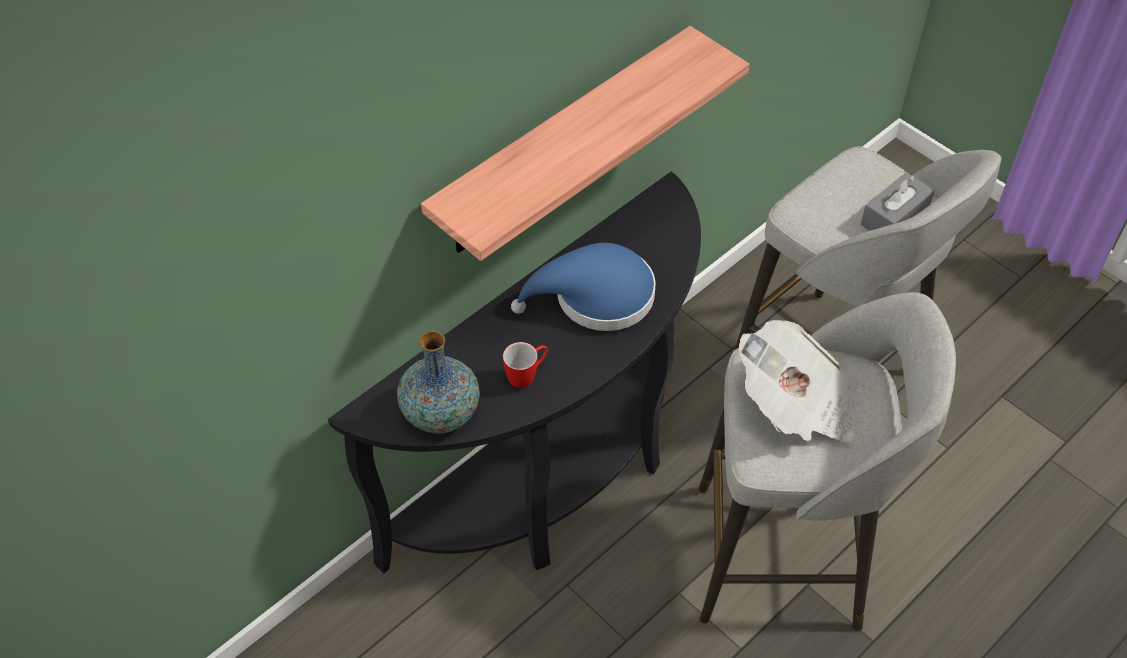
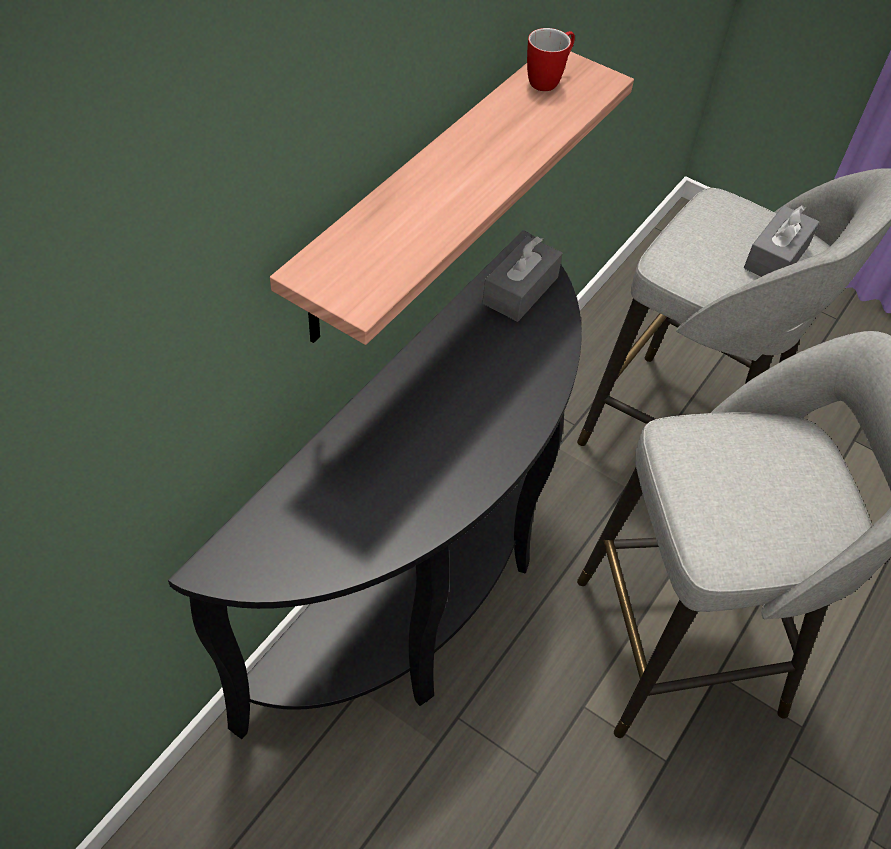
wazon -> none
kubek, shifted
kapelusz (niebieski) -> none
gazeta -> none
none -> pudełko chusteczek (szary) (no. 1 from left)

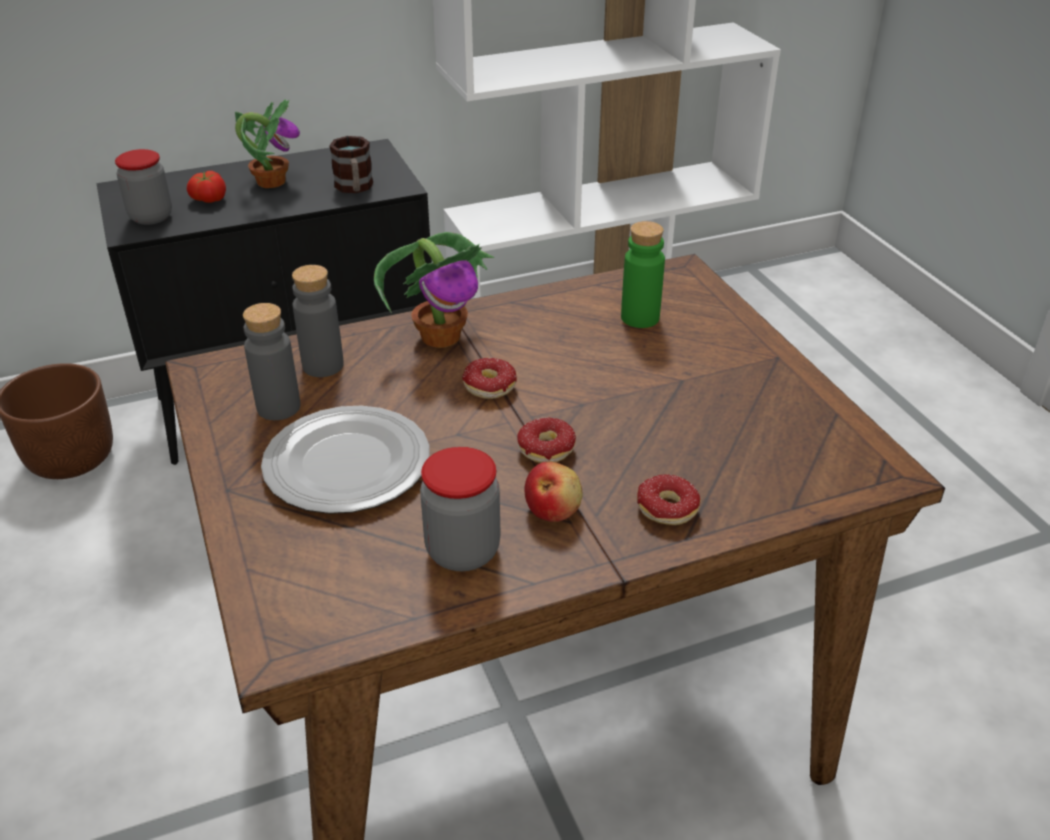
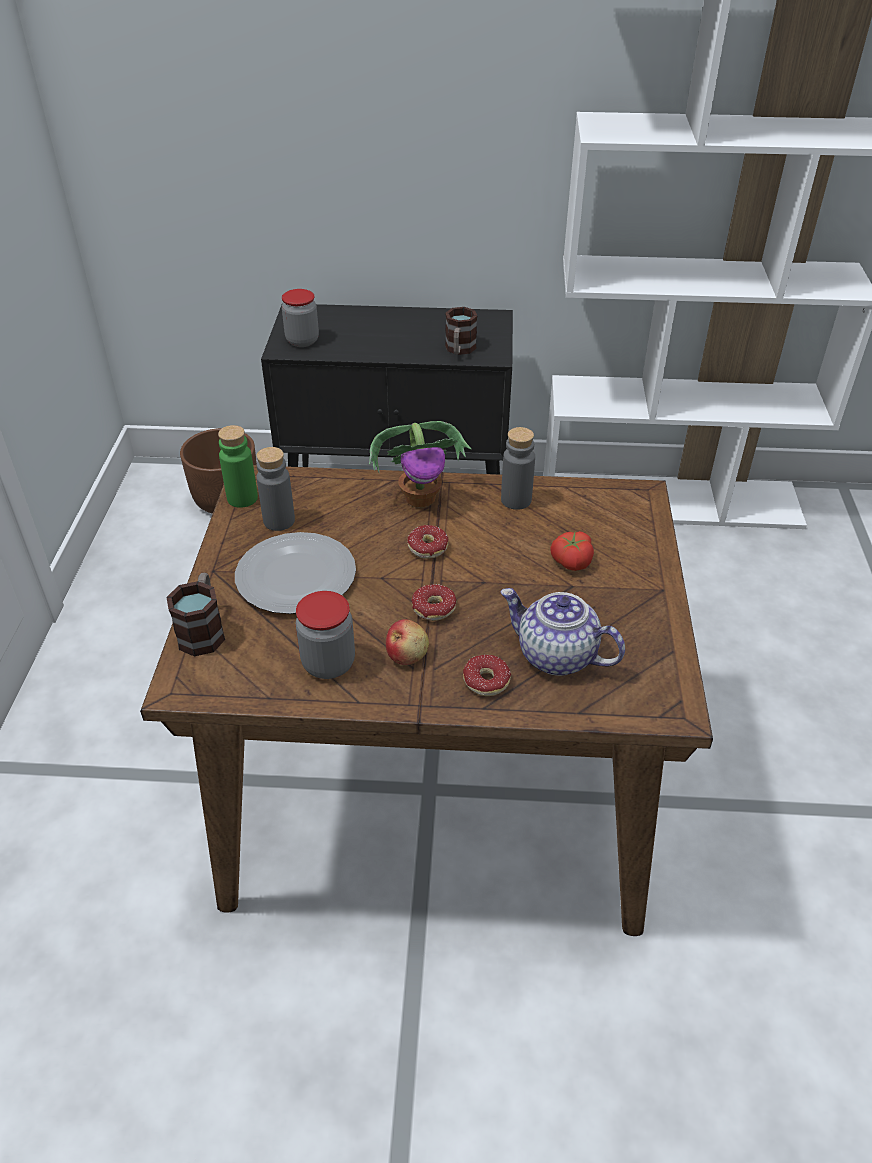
pomidor, shifted
roślina doniczkowa (no. 1 from left) -> none
butelka (szary) (no. 2 from left), shifted
butelka (zielony), shifted
none -> kubek (no. 1 from left)
none -> imbryk

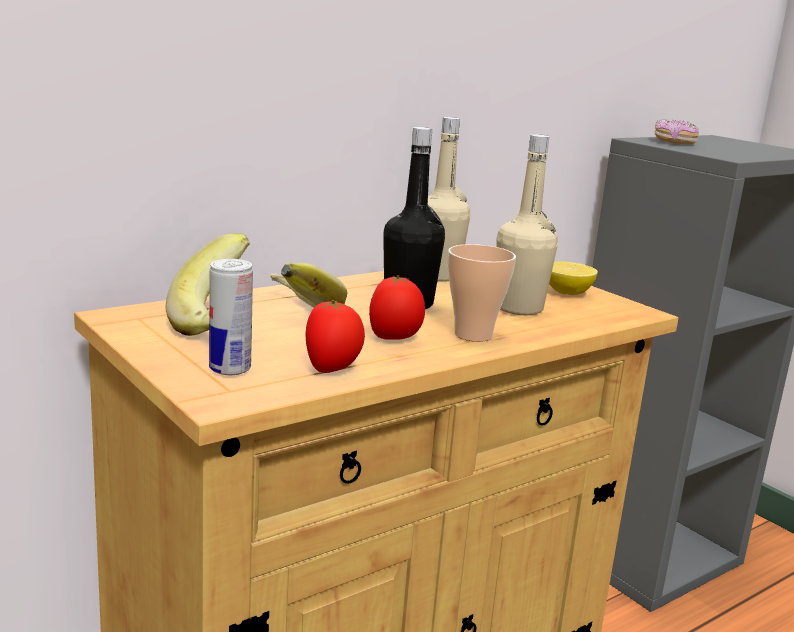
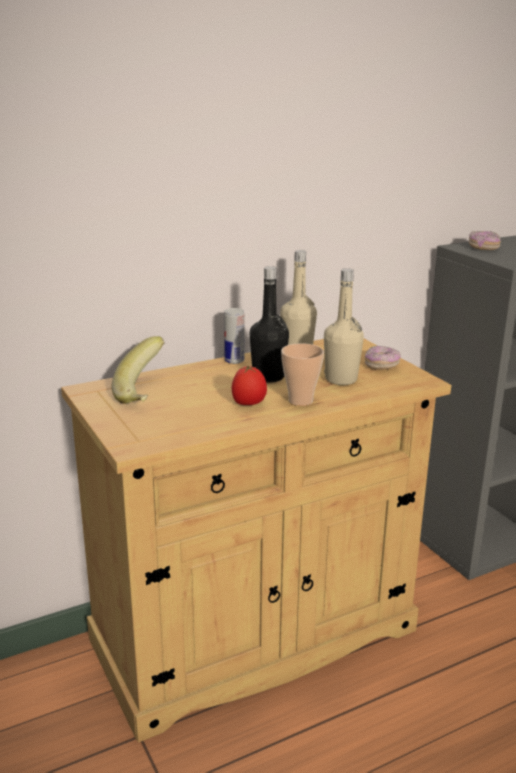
puszka, shifted
banan (no. 2 from left) -> none
pomidor (no. 1 from left) -> none
cytryna -> donut (no. 1 from left)

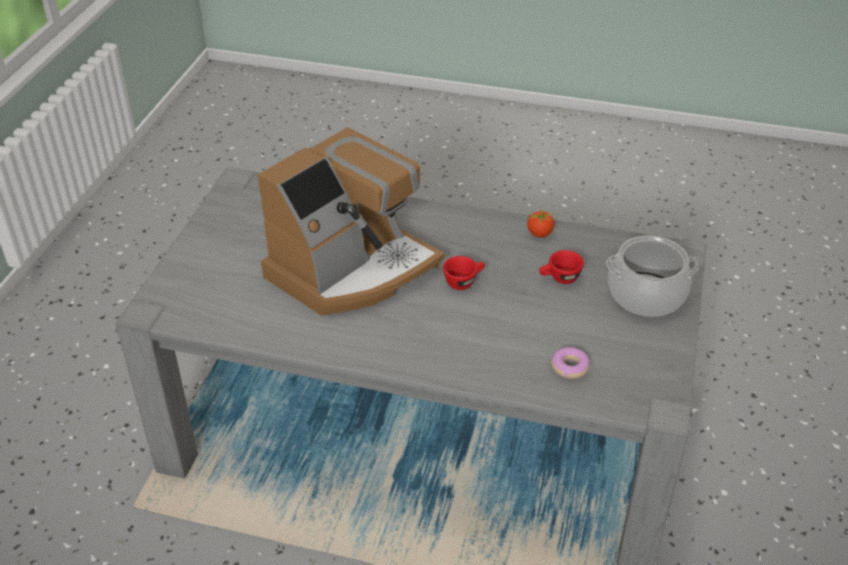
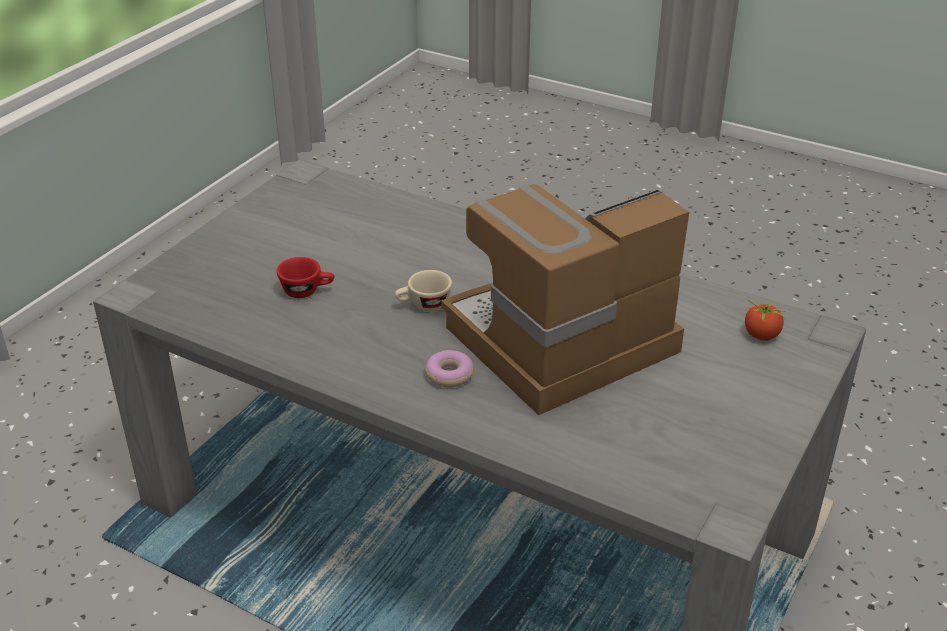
filiżanka (czerwony) (no. 1 from left) -> filiżanka (beżowy)
pomidor, shifted
donut, shifted
garnek -> none

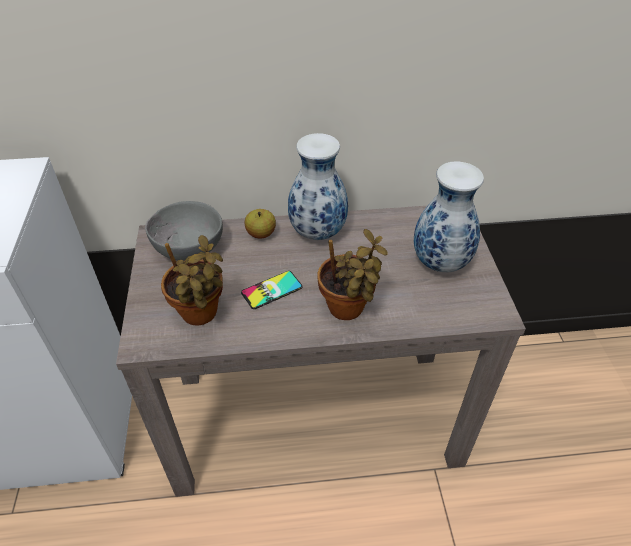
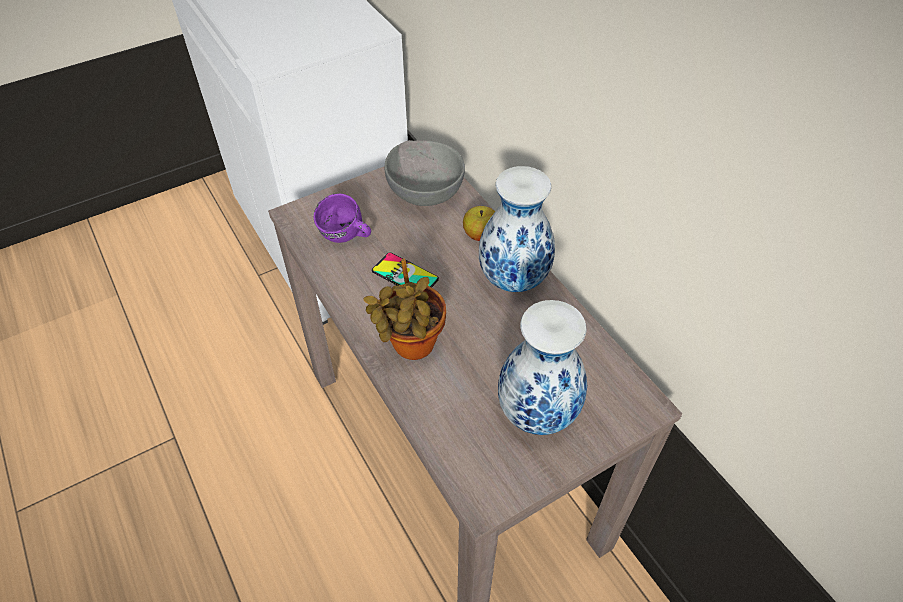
roślina doniczkowa (no. 1 from left) -> kubek (fioletowy)

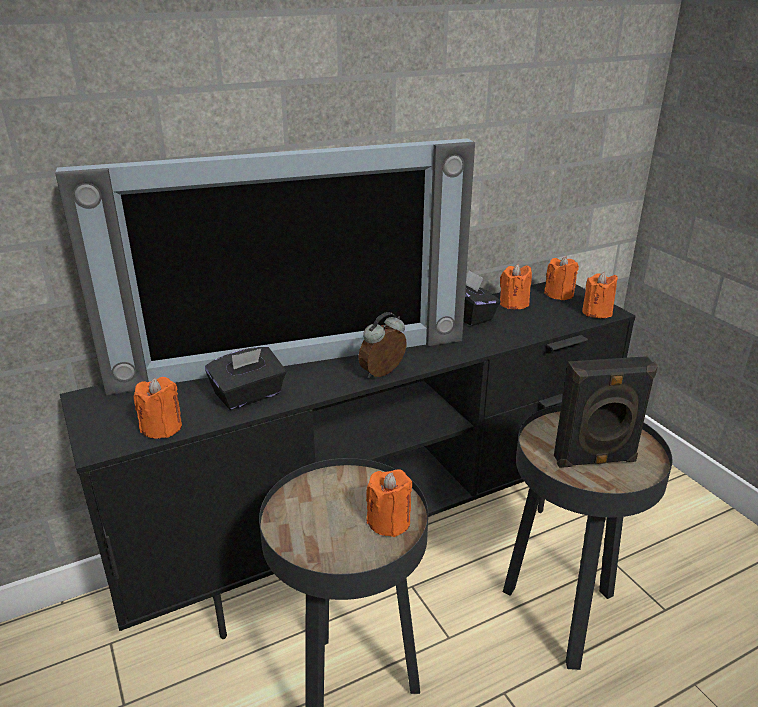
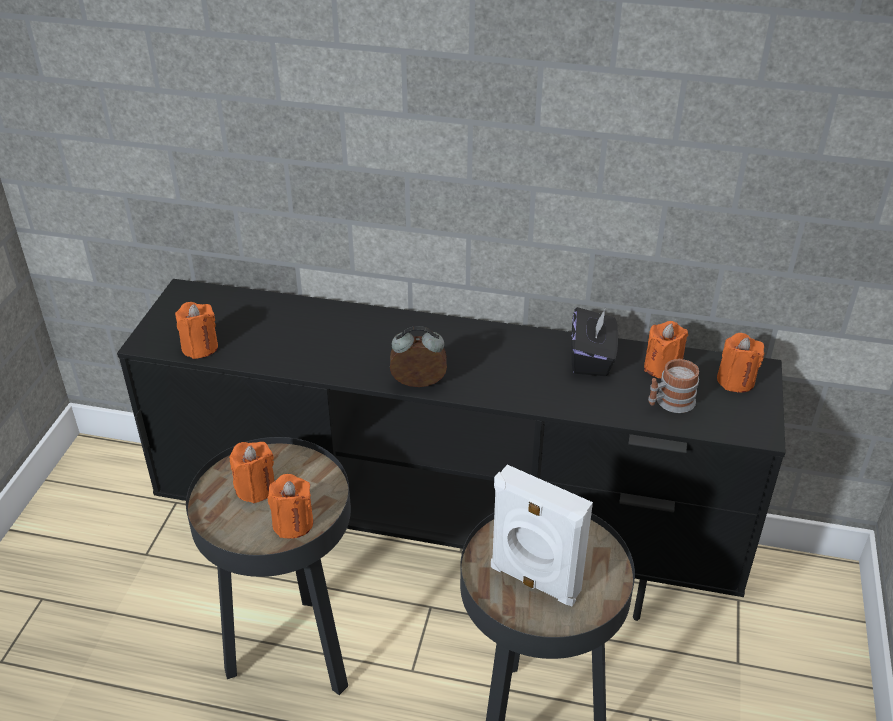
telewizor -> none
pudełko chusteczek (czarny) (no. 1 from left) -> none
głośnik (czarny) -> głośnik (biały)
świeca (pomarańczowy) (no. 5 from left in the first image) -> świeca (pomarańczowy) (no. 2 from left), shifted
none -> kubek

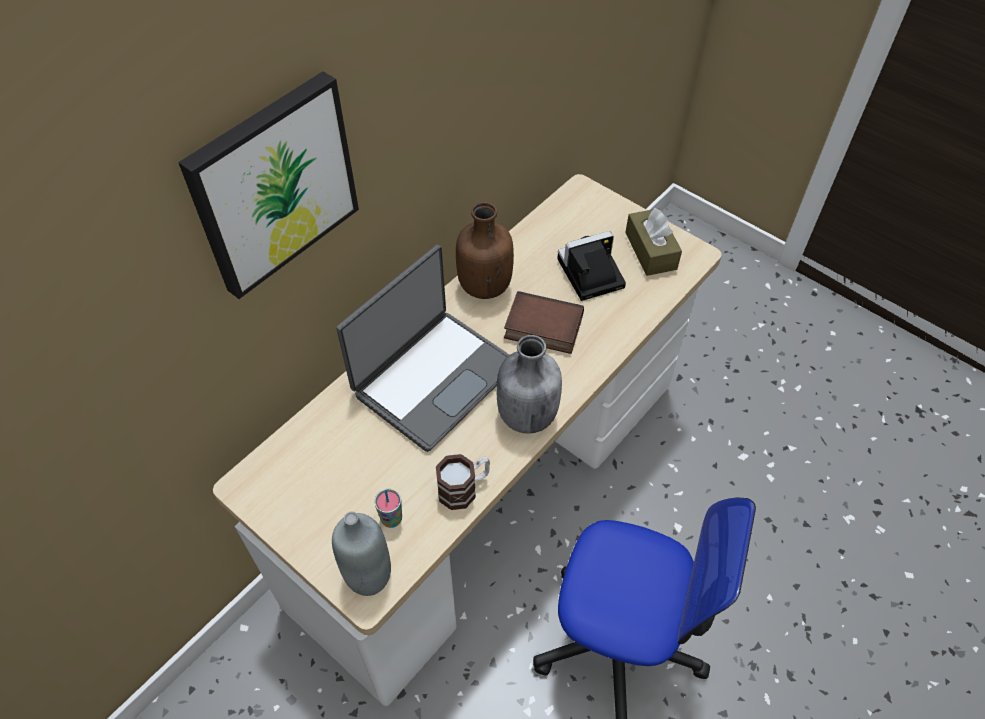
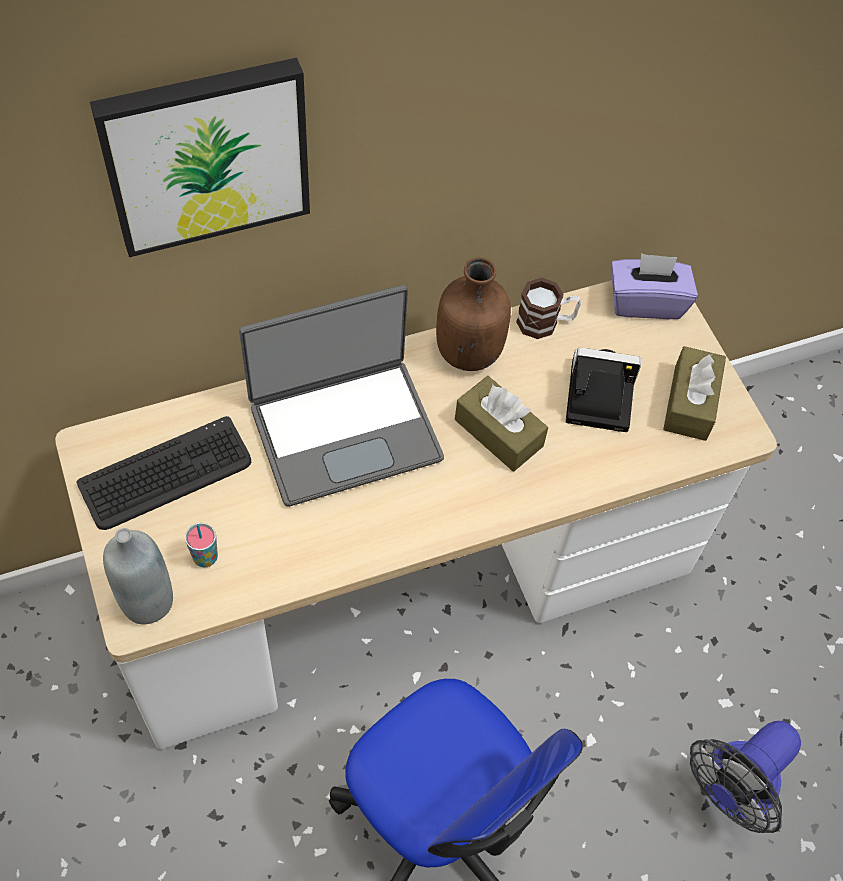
kubek, shifted
butelka (szary) (no. 2 from left) -> none
książka -> pudełko chusteczek (brązowy) (no. 1 from left)
none -> klawiatura
none -> pudełko chusteczek (fioletowy)
none -> wentylator

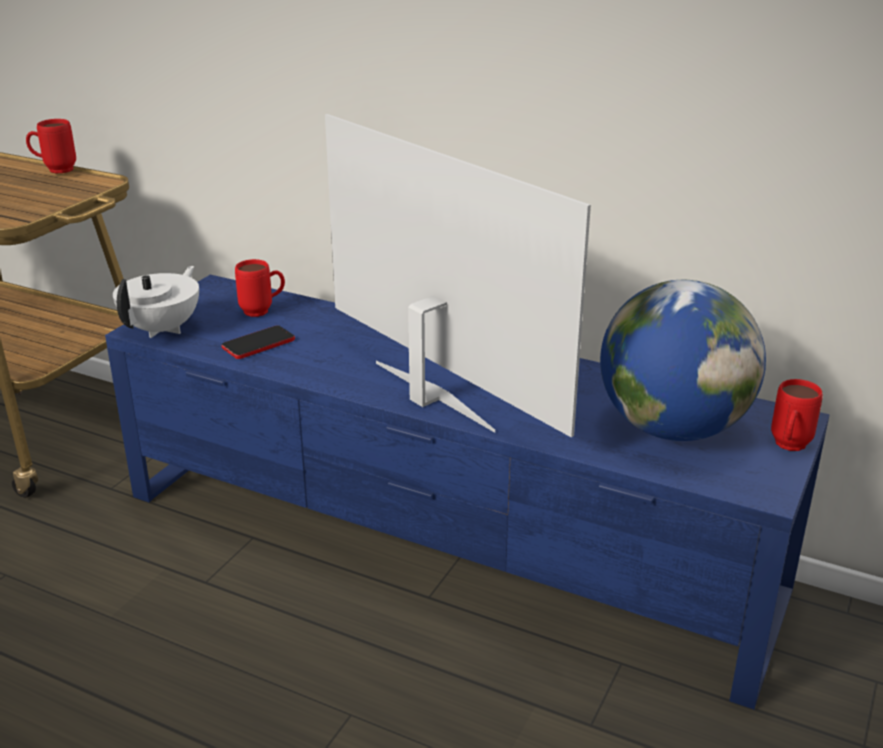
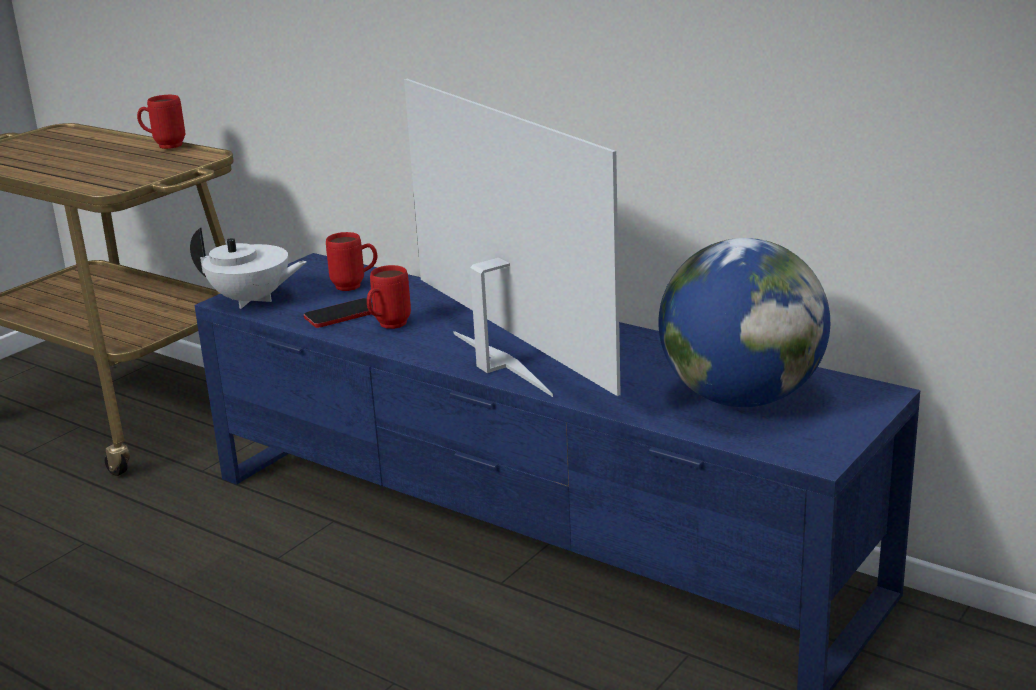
imbryk (biały), 75 degrees clockwise
kubek (czerwony) (no. 3 from left), shifted

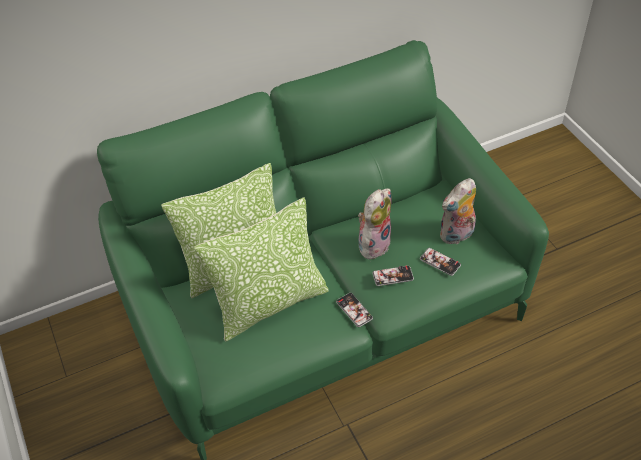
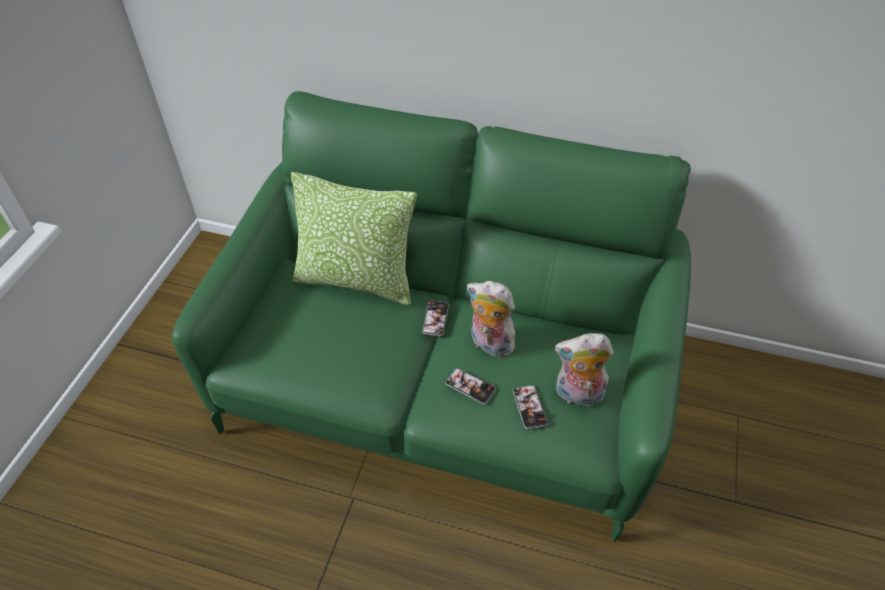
poduszka (no. 2 from left) -> none
telefon (no. 1 from left), shifted
pluszak (no. 1 from left), 135 degrees counterclockwise

